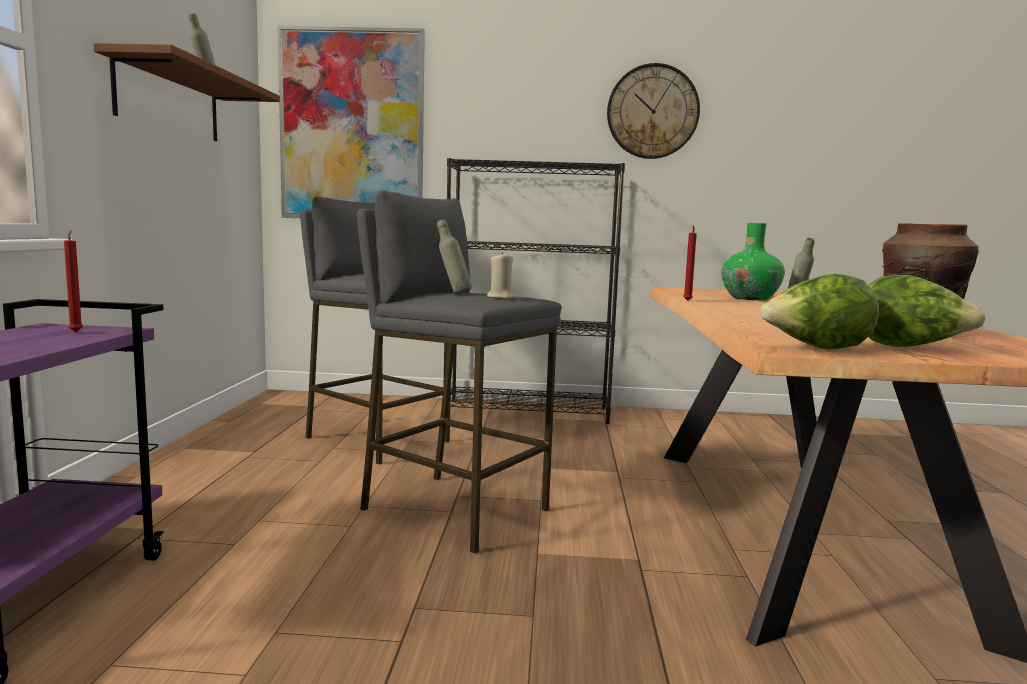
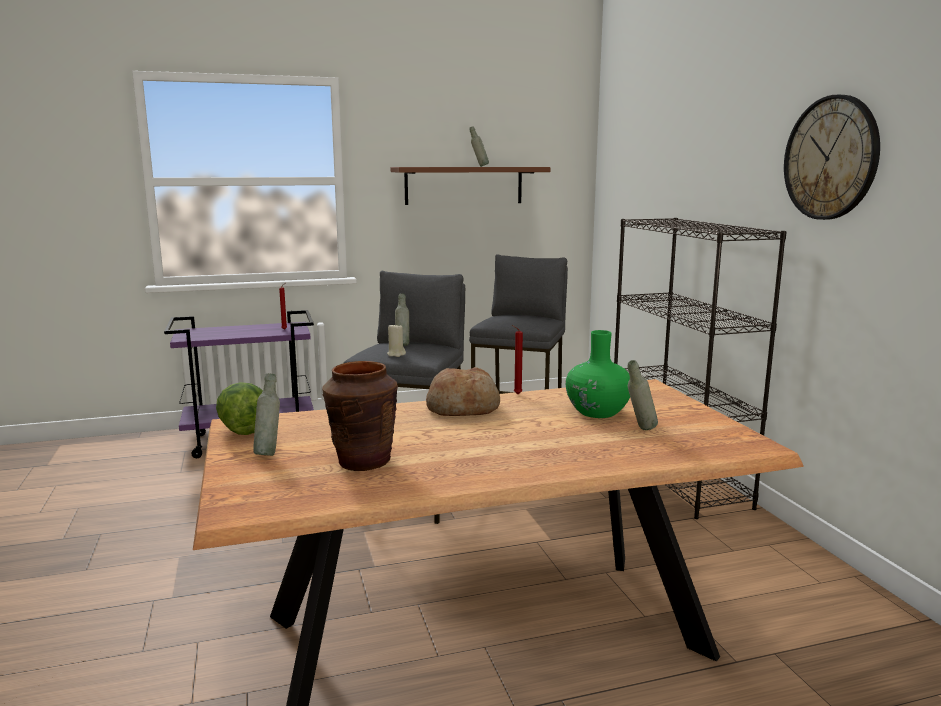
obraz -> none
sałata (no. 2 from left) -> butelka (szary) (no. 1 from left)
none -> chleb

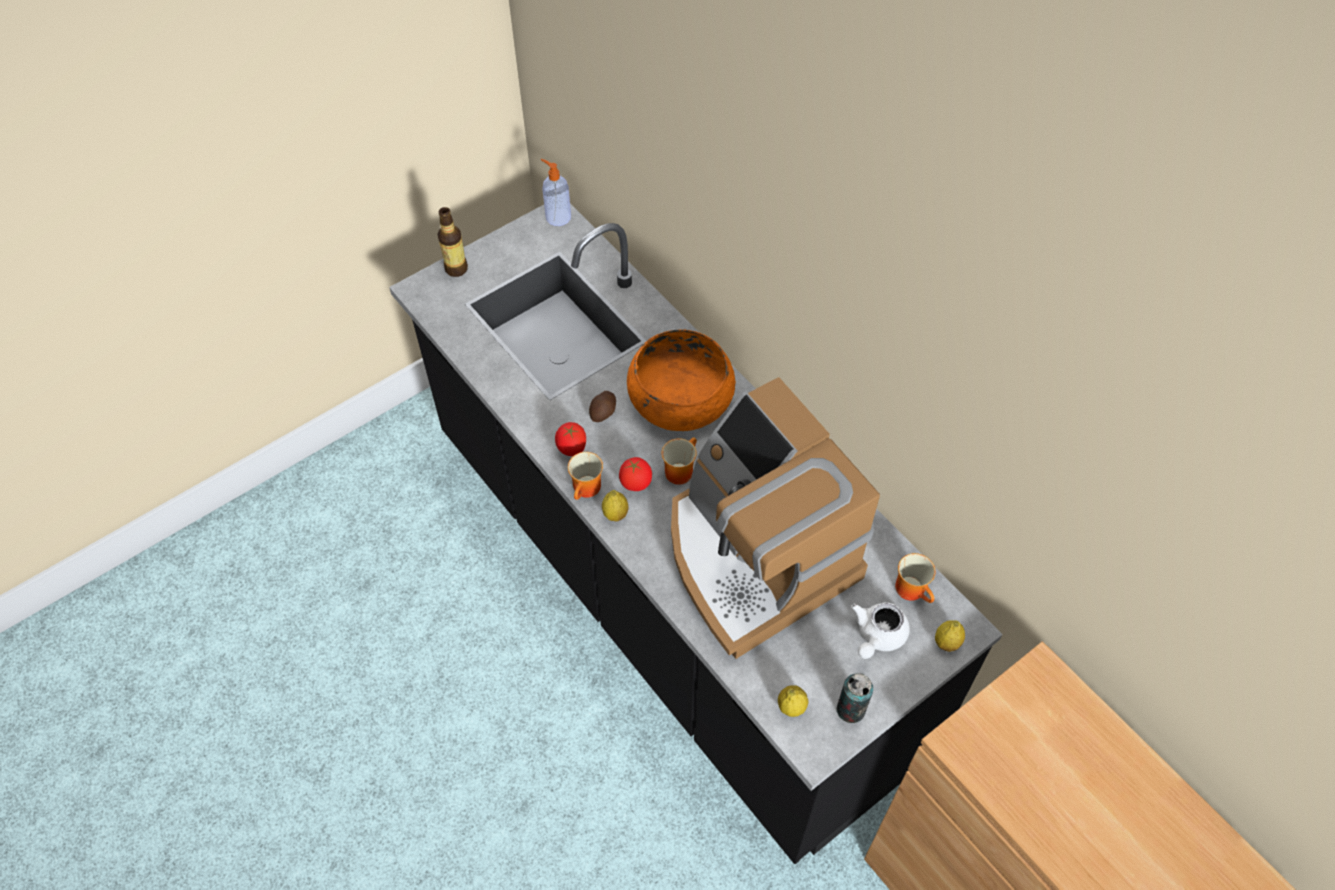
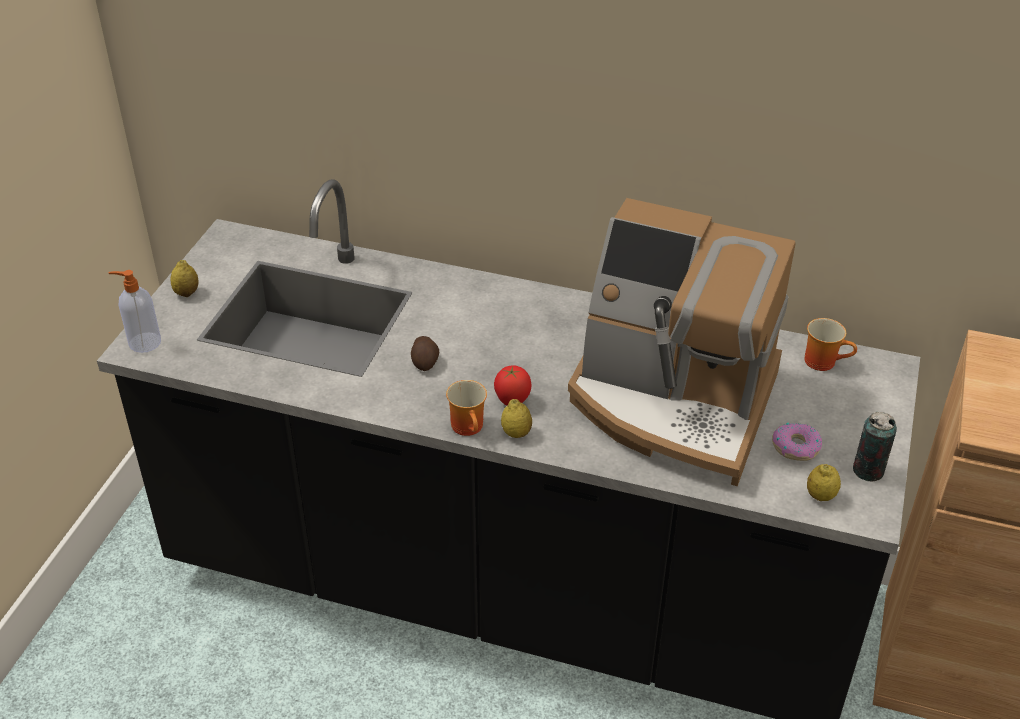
butelka -> none
dozownik mydła, shifted
pomidor (no. 1 from left) -> none
miska (pomarańczowy) -> none
kubek (no. 2 from left) -> none
imbryk (biały) -> none
cytryna (no. 3 from left in the first image) -> cytryna (no. 1 from left), shifted
none -> donut

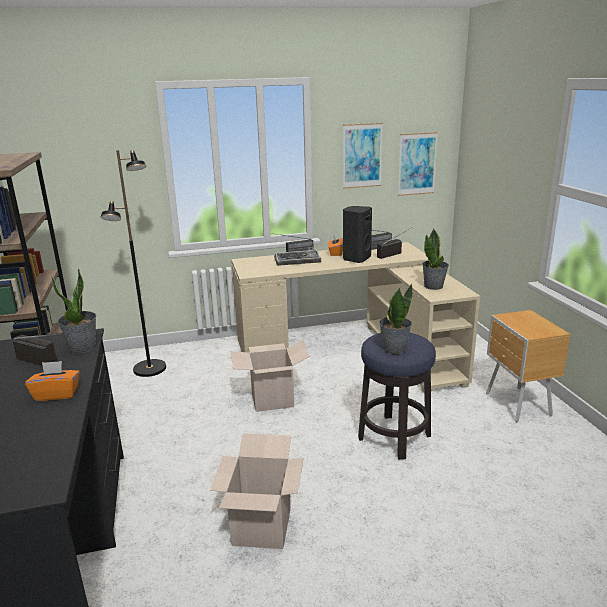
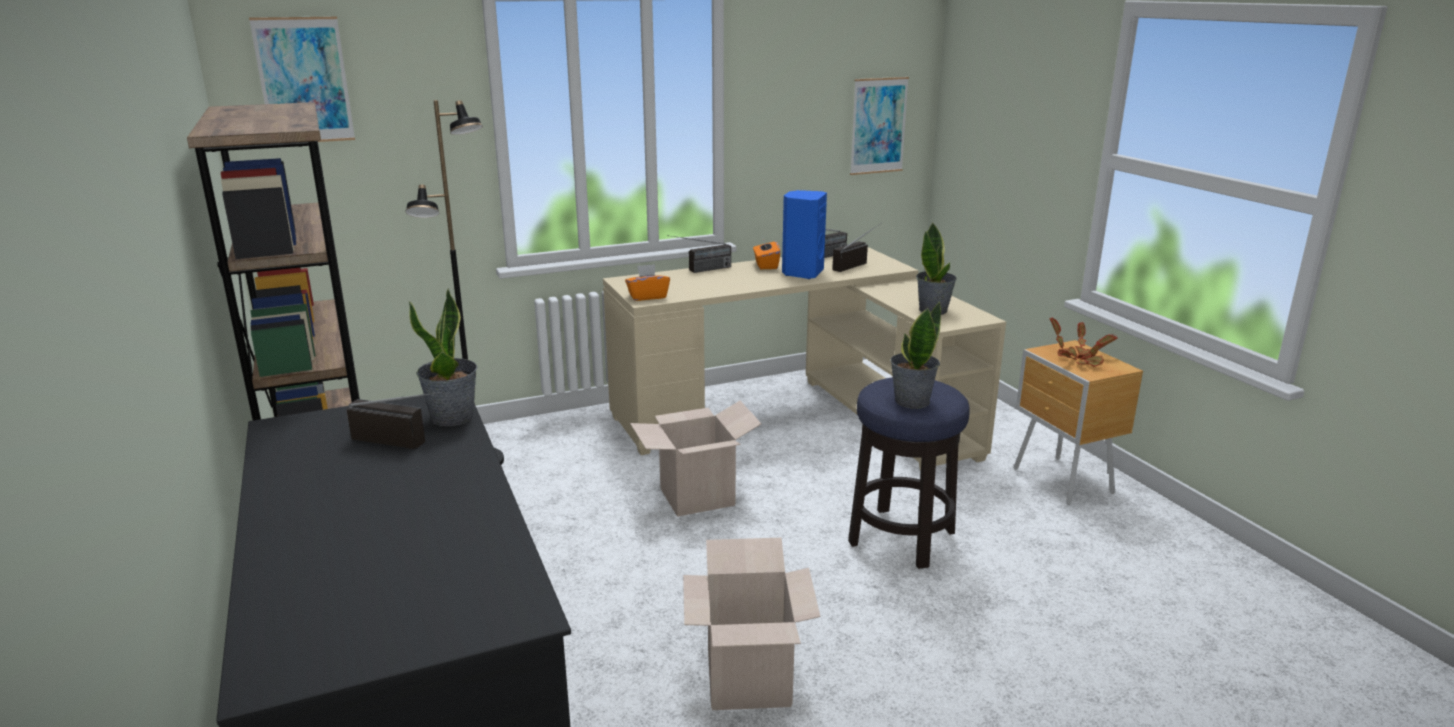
pudełko chusteczek (pomarańczowy) (no. 1 from left), shifted
klawiatura -> none
obraz (no. 1 from left), shifted
głośnik (czarny) -> głośnik (niebieski)
none -> roślina doniczkowa (no. 4 from left)

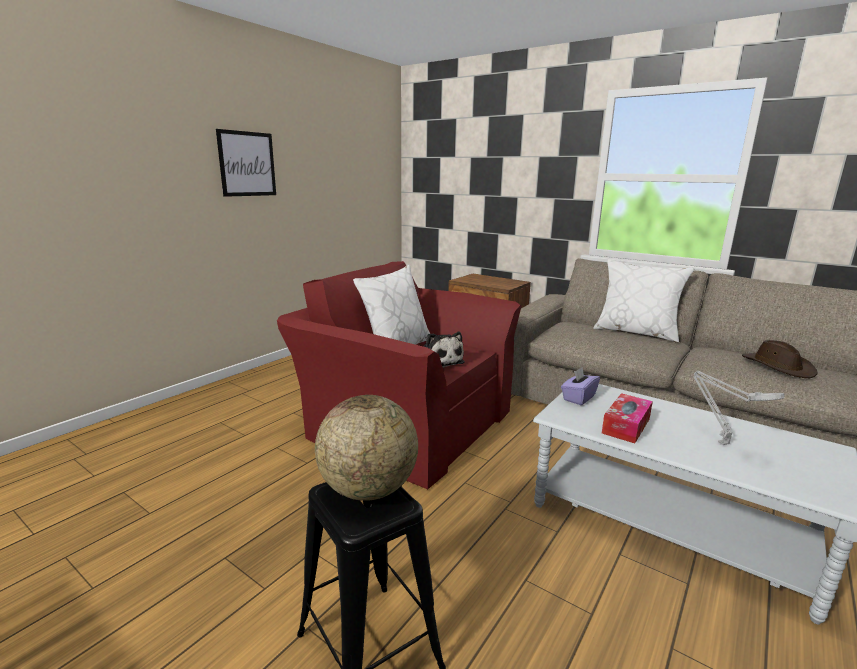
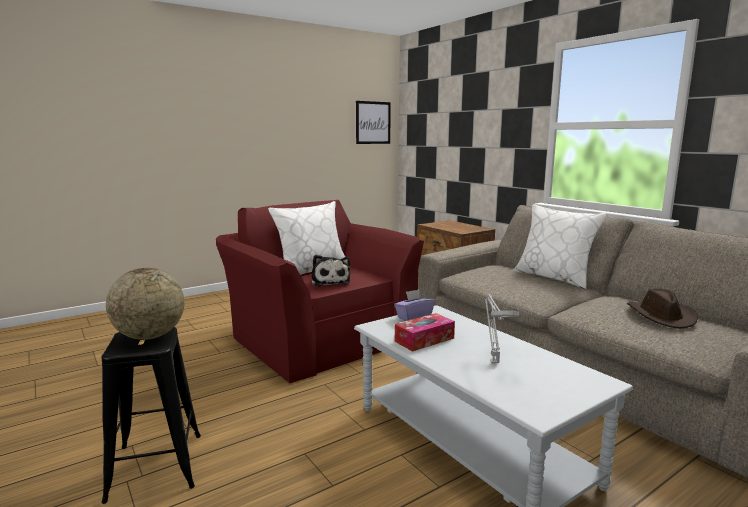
obraz, shifted

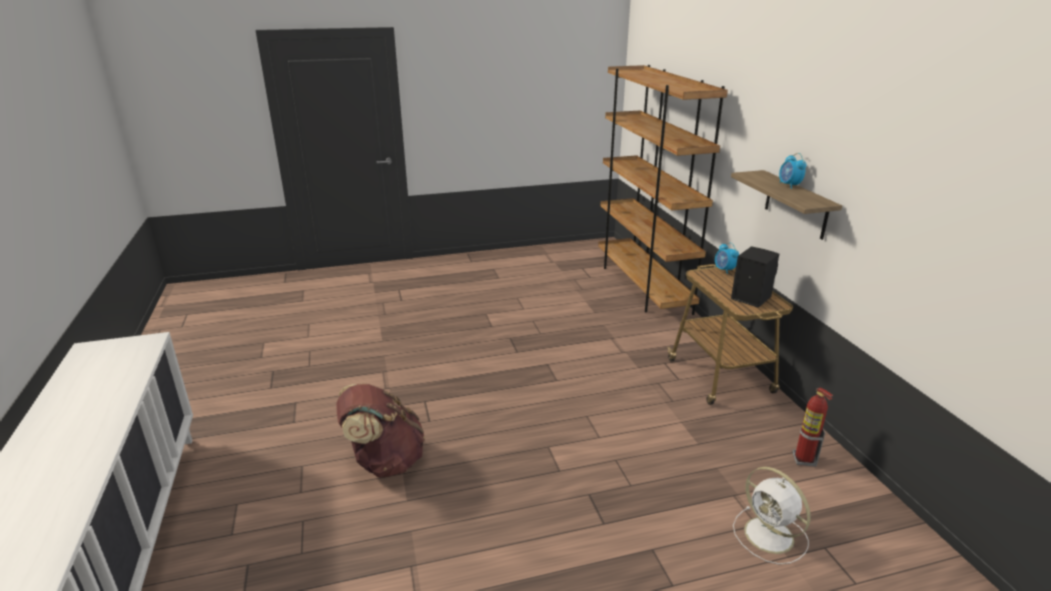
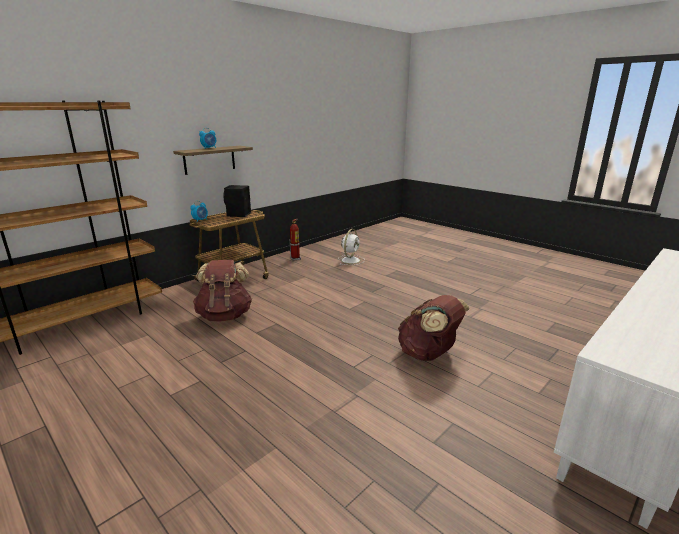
none -> plecak (brązowy) (no. 1 from left)

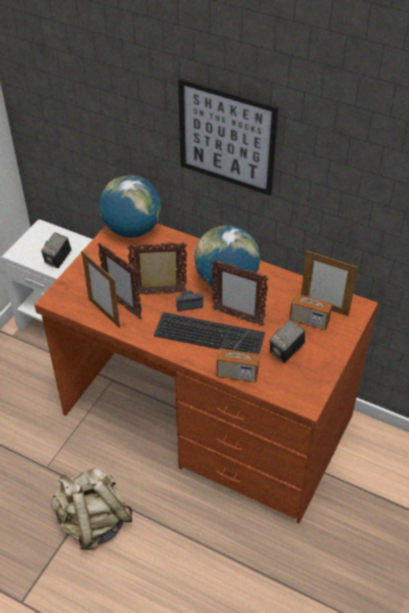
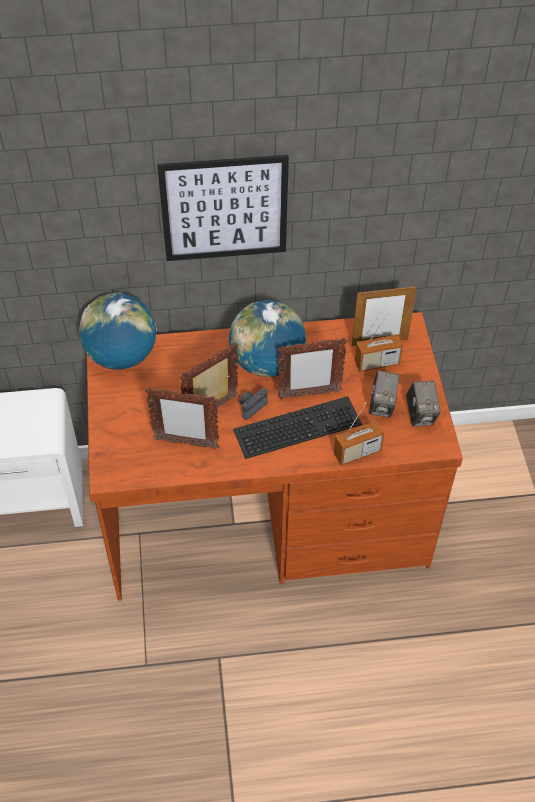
aparat fotograficzny (no. 1 from left in the first image) -> aparat fotograficzny (no. 3 from left), shifted
plecak (beżowy) -> none
ramka na zdjęcie (no. 1 from left) -> none

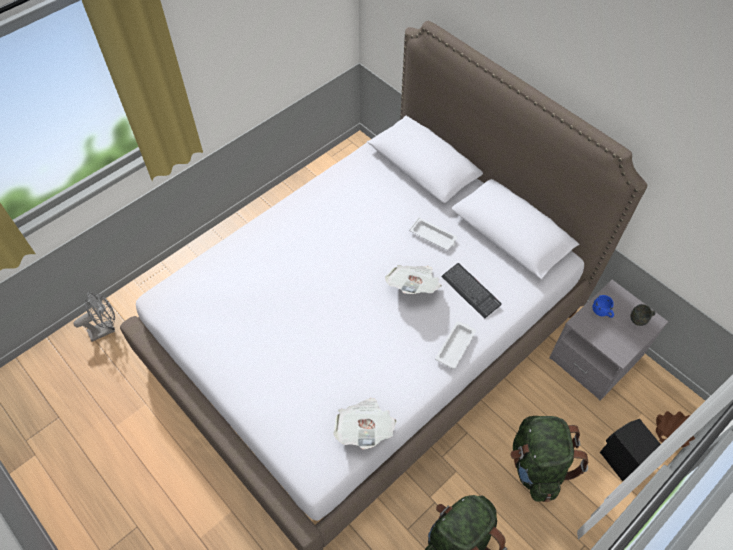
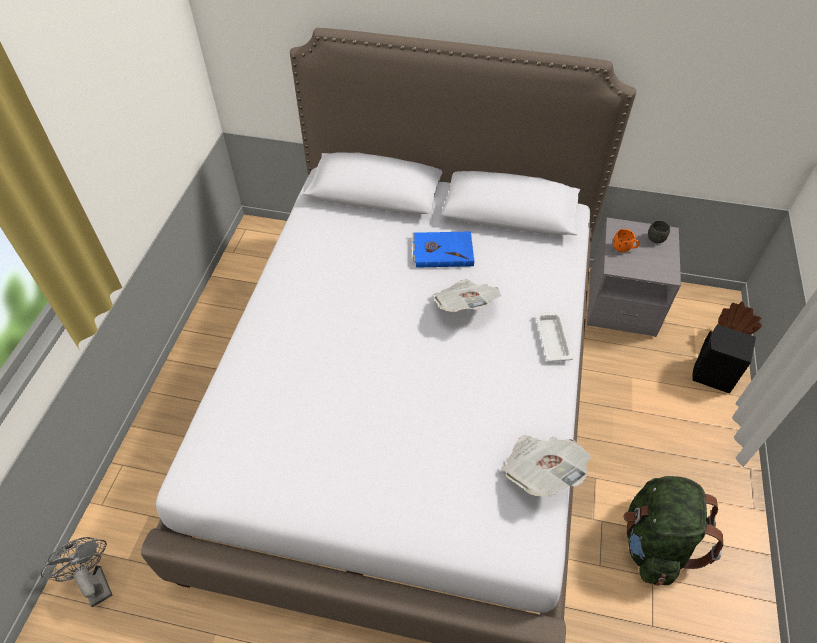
wentylator (szary), 60 degrees counterclockwise
taca (biały) (no. 1 from left) -> książka (niebieski)
klawiatura -> none
plecak (zielony) (no. 2 from left) -> none
kubek (niebieski) -> kubek (pomarańczowy)

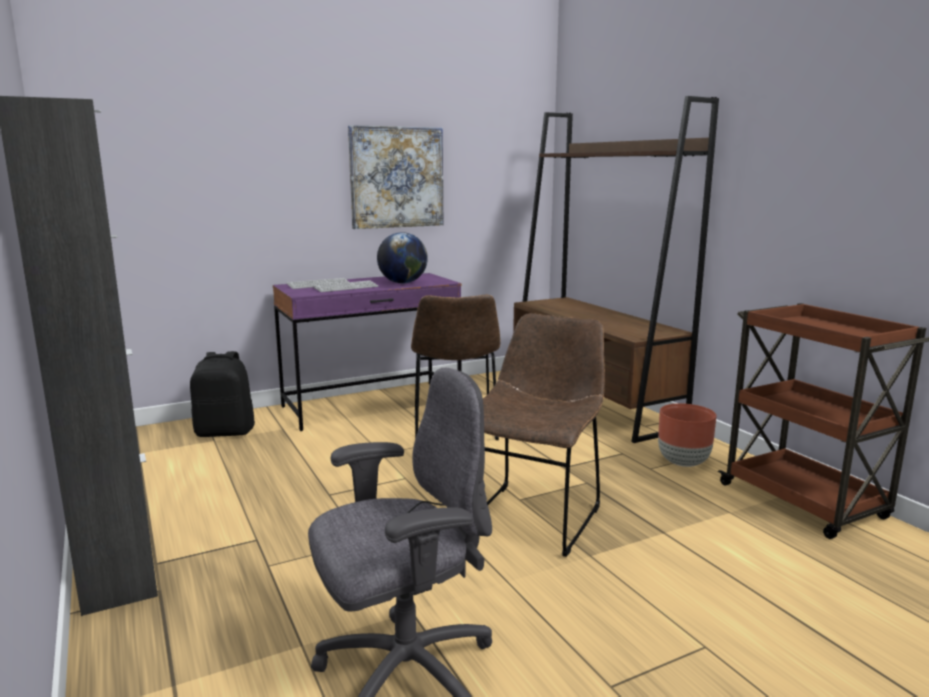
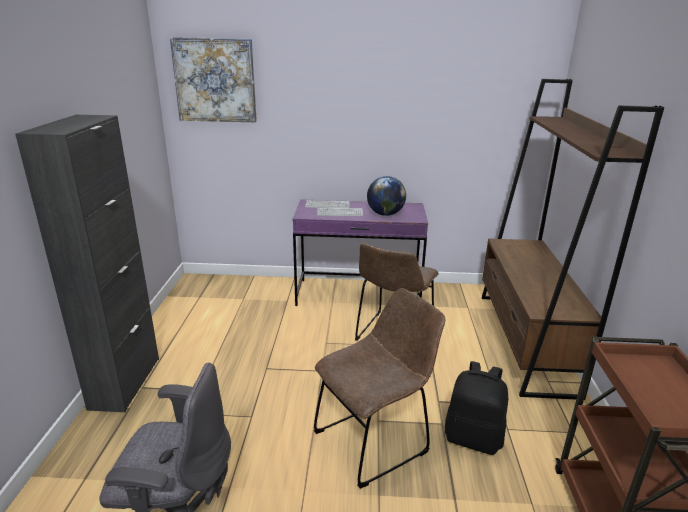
plecak (czarny), shifted
obraz, shifted
donica (brązowy) -> none

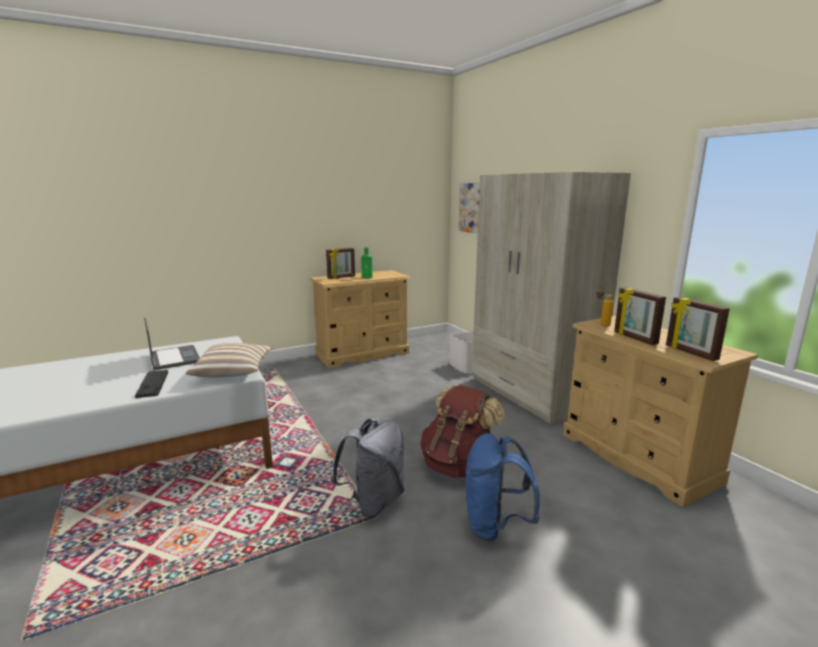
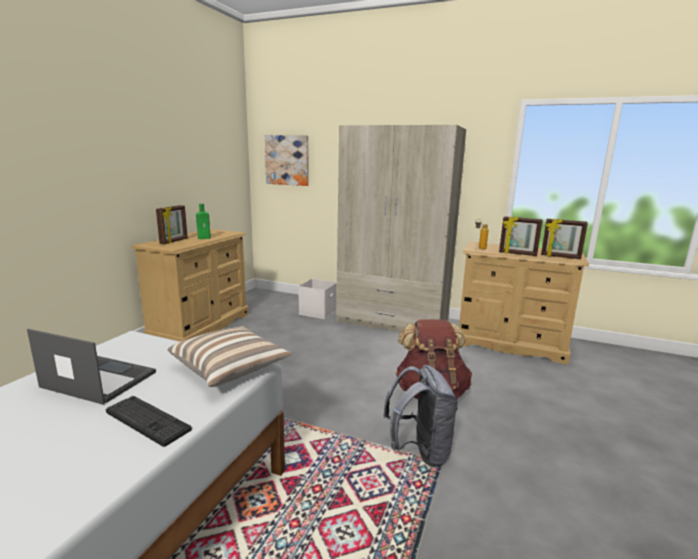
plecak (niebieski) -> none

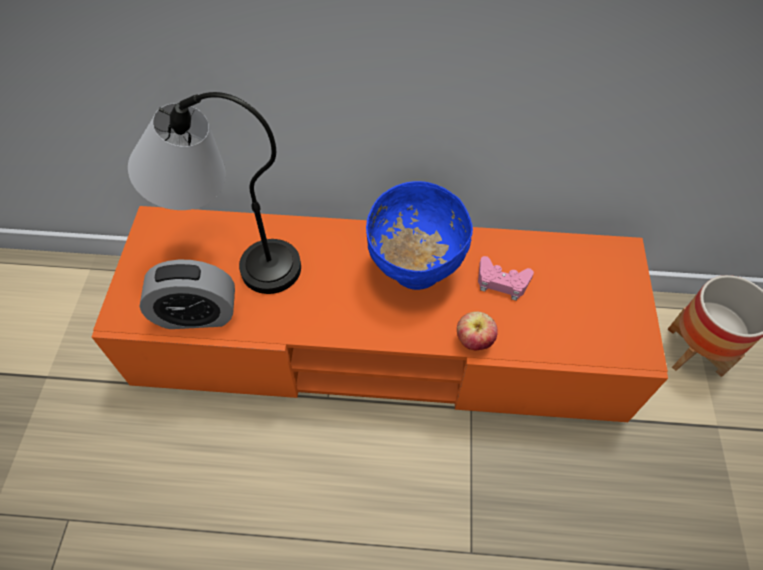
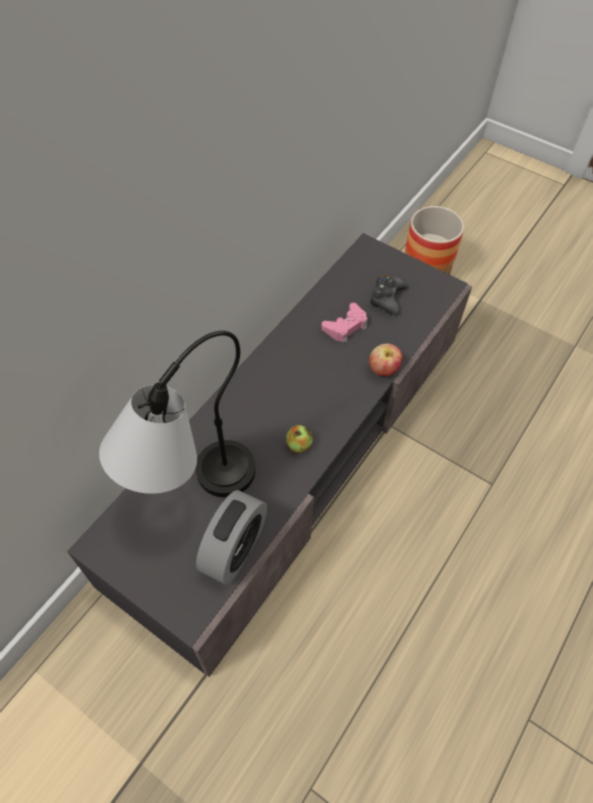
szafka pod telewizor (pomarańczowy) -> szafka pod telewizor (szary)
miska (niebieski) -> none
none -> jabłko (no. 1 from left)
none -> pad do gier (czarny)

